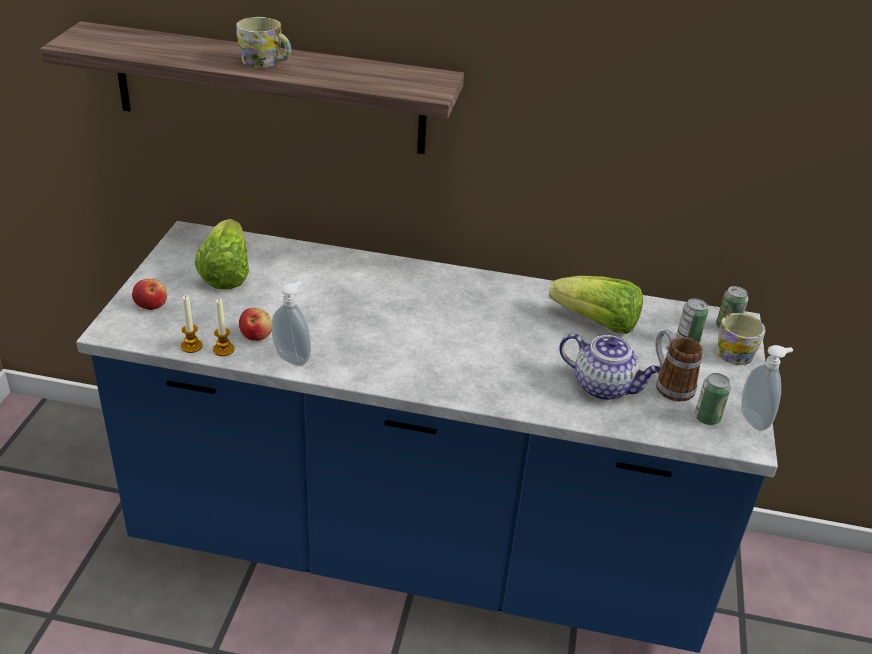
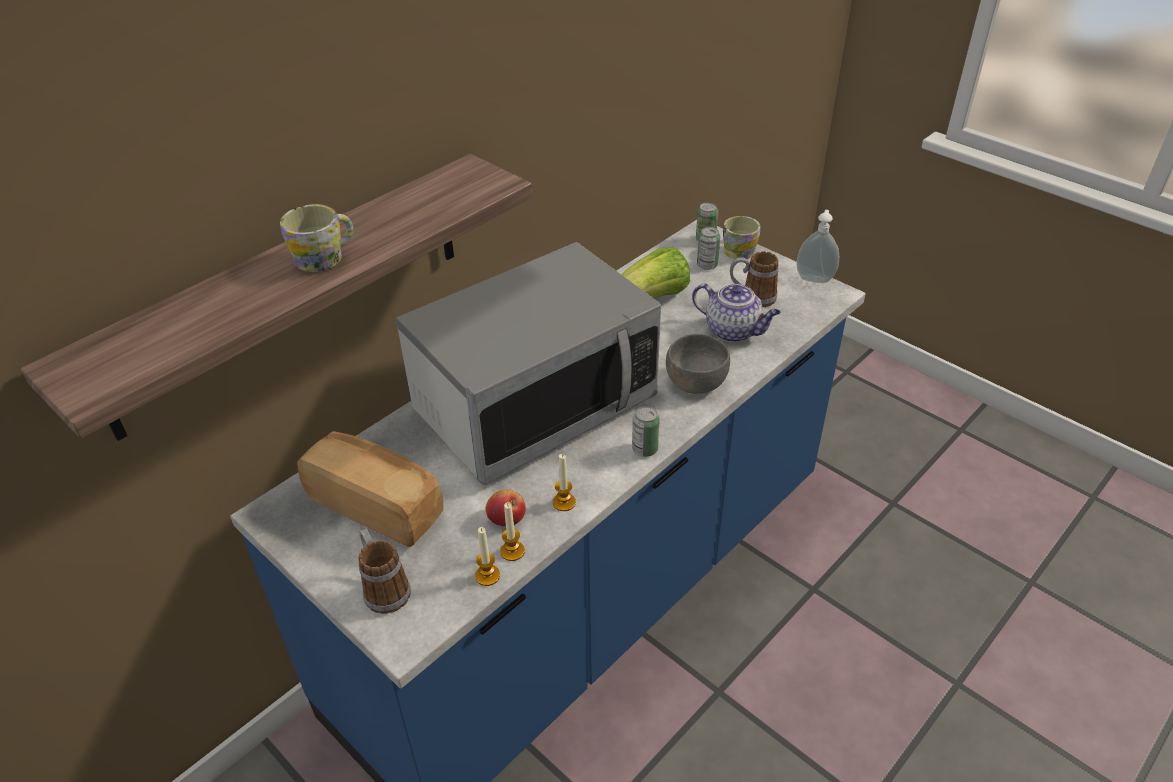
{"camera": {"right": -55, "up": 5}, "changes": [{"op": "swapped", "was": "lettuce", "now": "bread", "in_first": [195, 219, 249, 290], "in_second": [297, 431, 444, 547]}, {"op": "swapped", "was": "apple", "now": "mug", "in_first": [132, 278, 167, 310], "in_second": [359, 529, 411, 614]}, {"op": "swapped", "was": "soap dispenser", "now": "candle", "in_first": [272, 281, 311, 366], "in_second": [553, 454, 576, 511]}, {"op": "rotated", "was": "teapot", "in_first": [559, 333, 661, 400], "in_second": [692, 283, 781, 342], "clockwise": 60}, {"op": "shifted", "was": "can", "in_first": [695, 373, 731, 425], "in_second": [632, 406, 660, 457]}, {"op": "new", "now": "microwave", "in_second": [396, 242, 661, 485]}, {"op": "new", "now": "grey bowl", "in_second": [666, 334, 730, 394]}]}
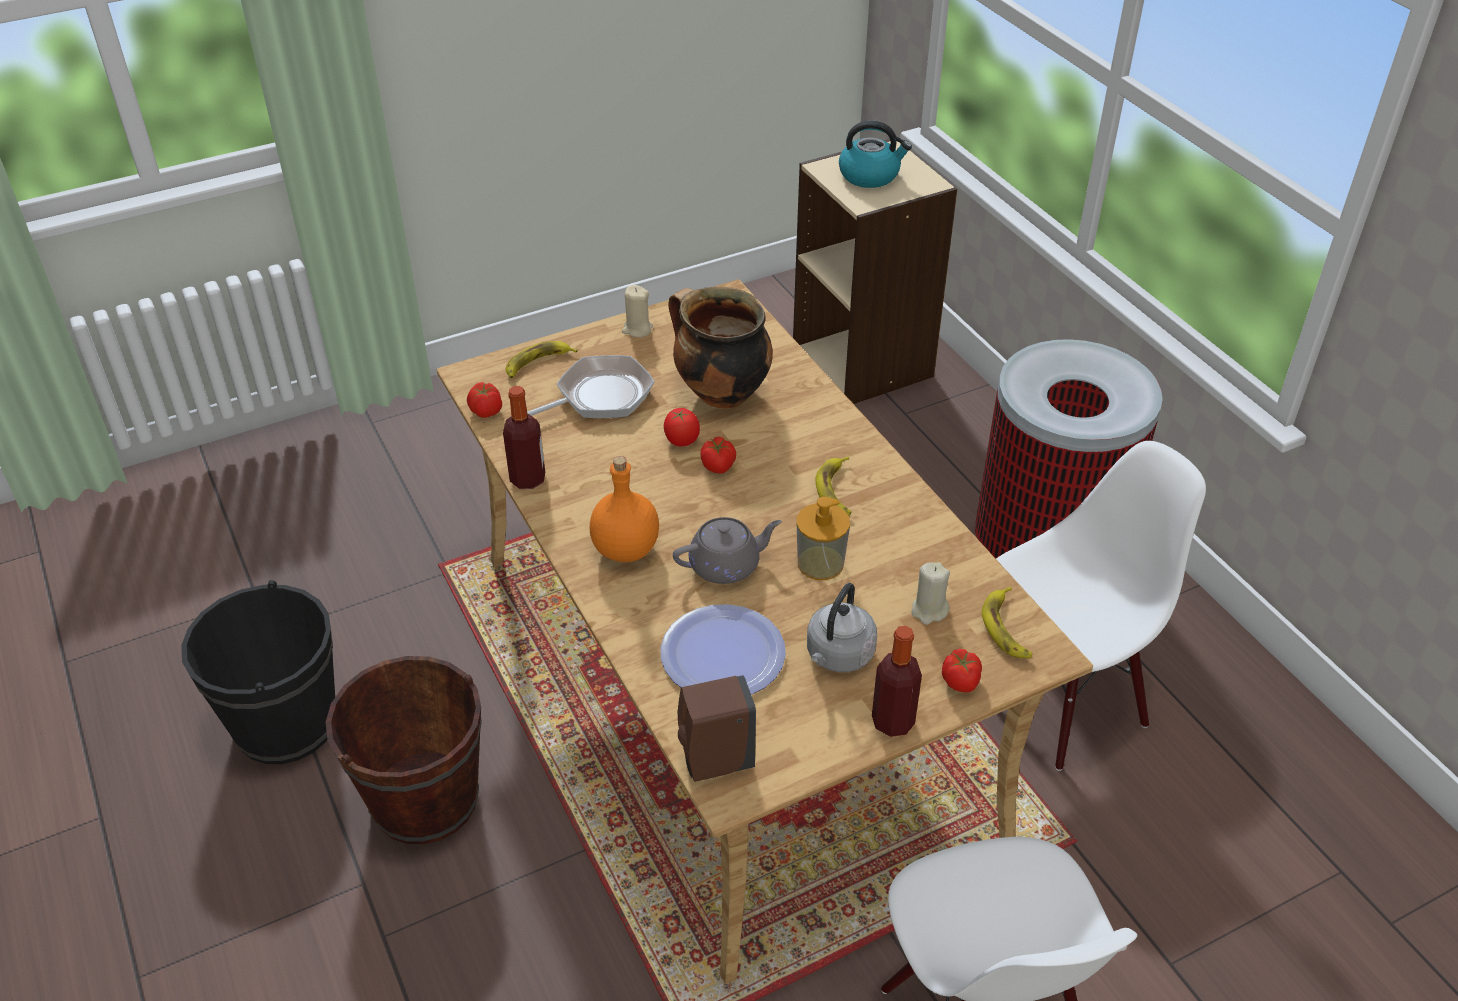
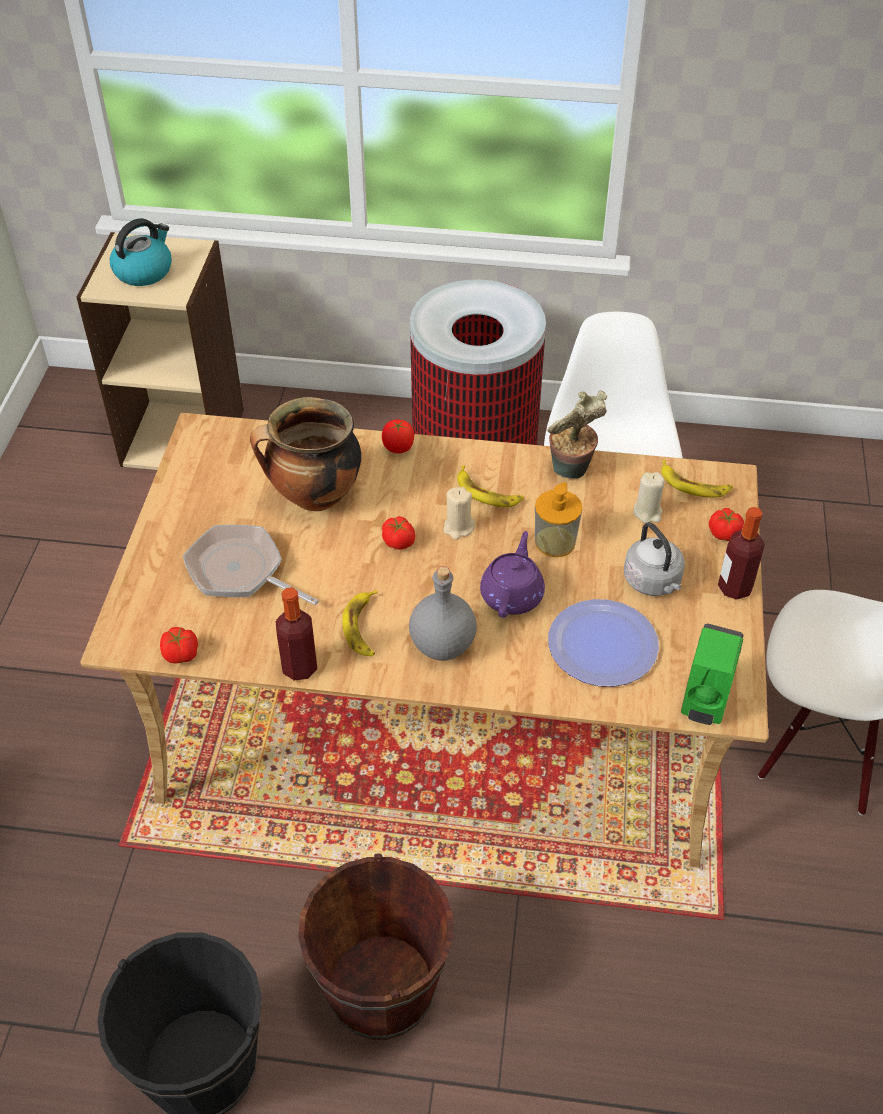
{"camera": {"right": -55, "up": 5}, "changes": [{"op": "shifted", "was": "beige candle", "in_first": [622, 285, 653, 337], "in_second": [444, 487, 475, 540]}, {"op": "shifted", "was": "banana", "in_first": [505, 341, 578, 378], "in_second": [342, 590, 378, 656]}, {"op": "rotated", "was": "frying pan", "in_first": [527, 355, 655, 418], "in_second": [183, 525, 319, 605], "clockwise": -60}, {"op": "shifted", "was": "tomato", "in_first": [664, 408, 700, 447], "in_second": [382, 419, 414, 453]}, {"op": "repainted", "was": "orange bottle", "now": "grey bottle", "in_first": [590, 456, 659, 562], "in_second": [409, 566, 477, 661]}, {"op": "repainted", "was": "grey teapot", "now": "purple teapot", "in_first": [673, 517, 782, 584], "in_second": [480, 531, 545, 618]}, {"op": "repainted", "was": "brown soap dispenser", "now": "green soap dispenser", "in_first": [678, 675, 756, 782], "in_second": [681, 624, 744, 725]}, {"op": "new", "now": "potted plant", "in_second": [547, 390, 607, 479]}]}
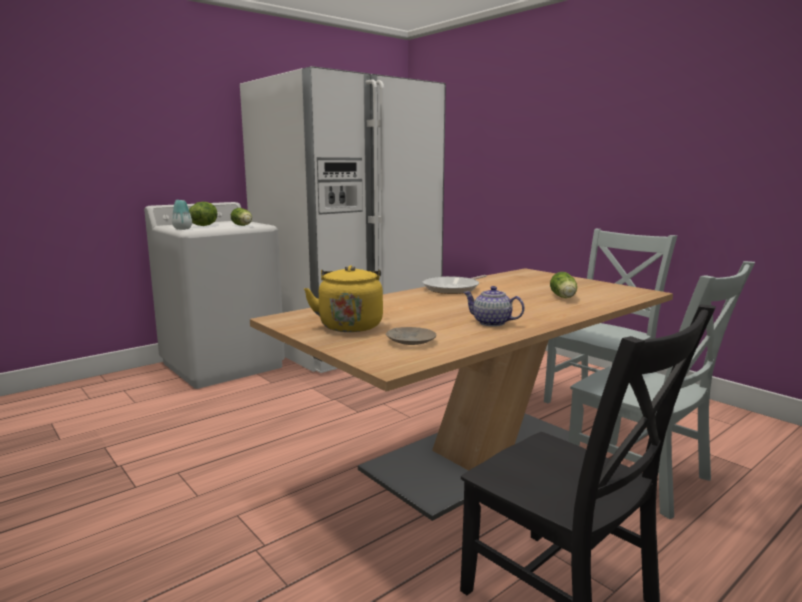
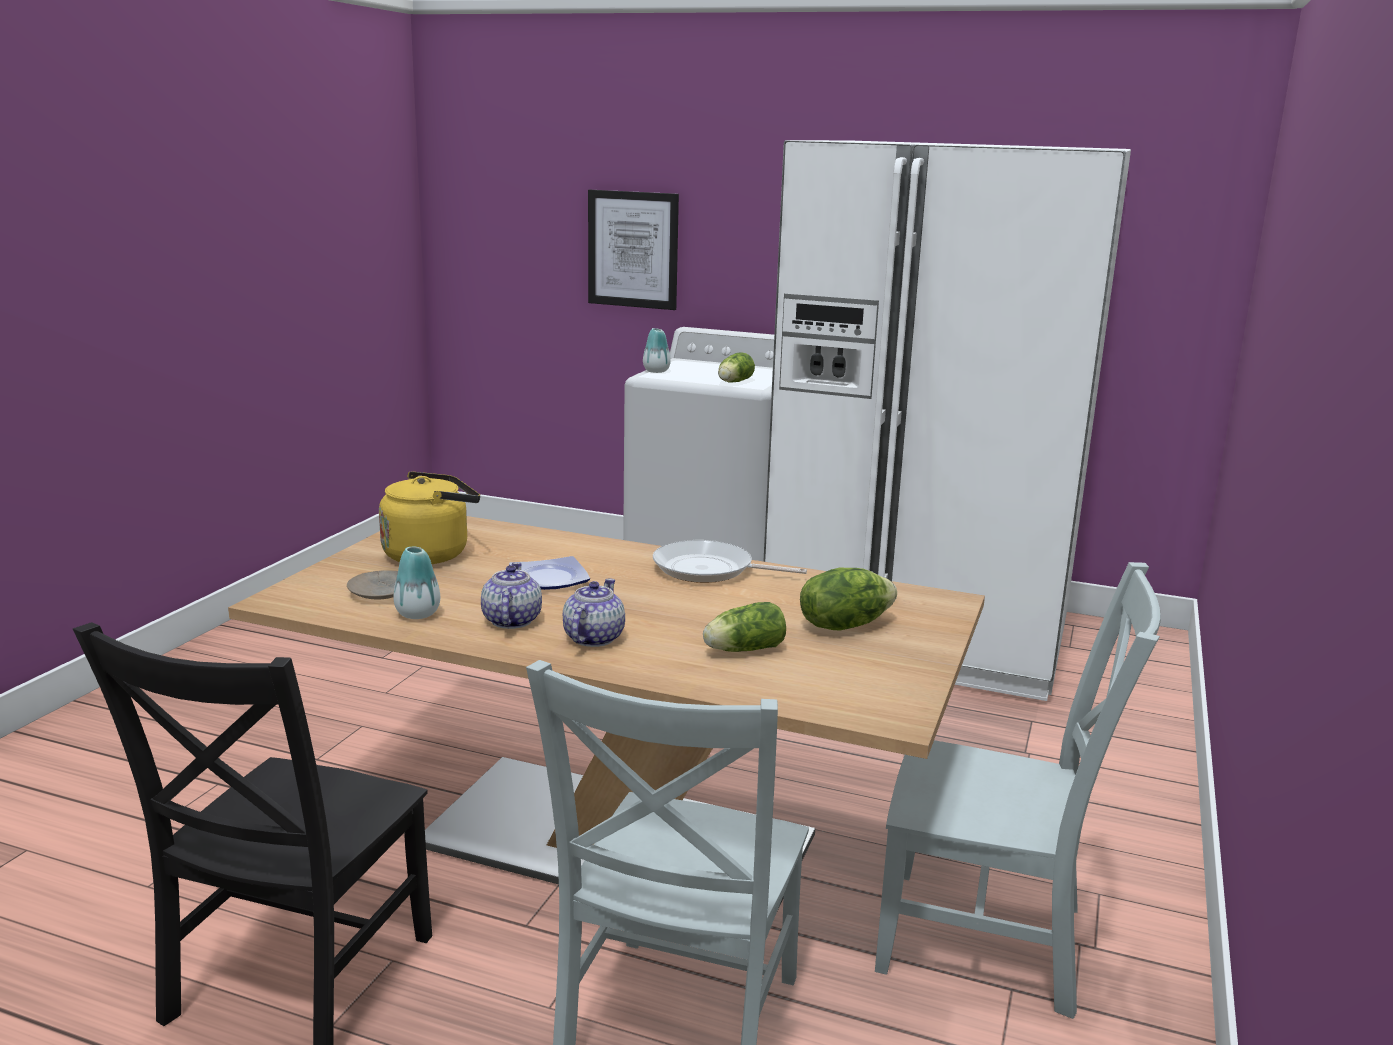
{"camera": {"right": 60, "up": 5}, "changes": [{"op": "shifted", "was": "lettuce", "in_first": [189, 202, 218, 226], "in_second": [800, 568, 897, 631]}, {"op": "new", "now": "picture", "in_second": [588, 190, 679, 310]}, {"op": "new", "now": "vase", "in_second": [393, 547, 440, 619]}, {"op": "new", "now": "plate", "in_second": [509, 556, 590, 590]}, {"op": "new", "now": "teapot", "in_second": [563, 578, 625, 647]}]}
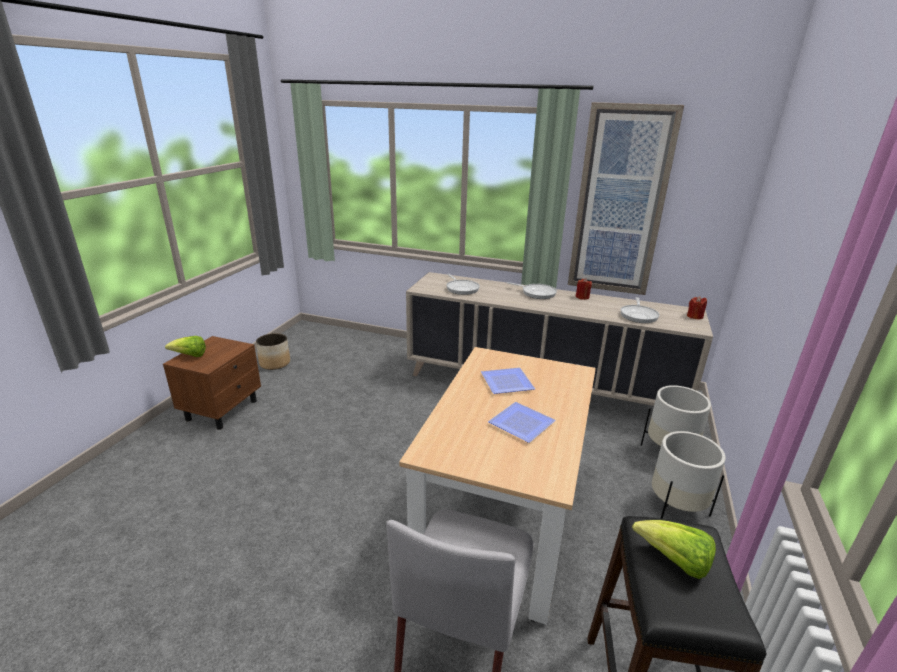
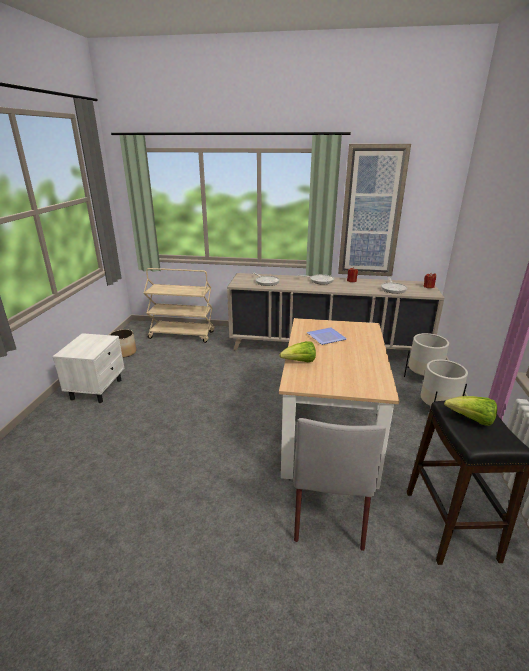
{"camera": {"right": -10, "up": 0}, "changes": [{"op": "repainted", "was": "brown nightstand", "now": "white nightstand", "in_first": [163, 336, 261, 430], "in_second": [53, 333, 125, 403]}, {"op": "shifted", "was": "lettuce", "in_first": [165, 336, 206, 357], "in_second": [279, 341, 316, 362]}, {"op": "gone", "was": "plate", "in_first": [488, 402, 556, 443]}, {"op": "new", "now": "beige cart", "in_second": [144, 268, 215, 343]}]}
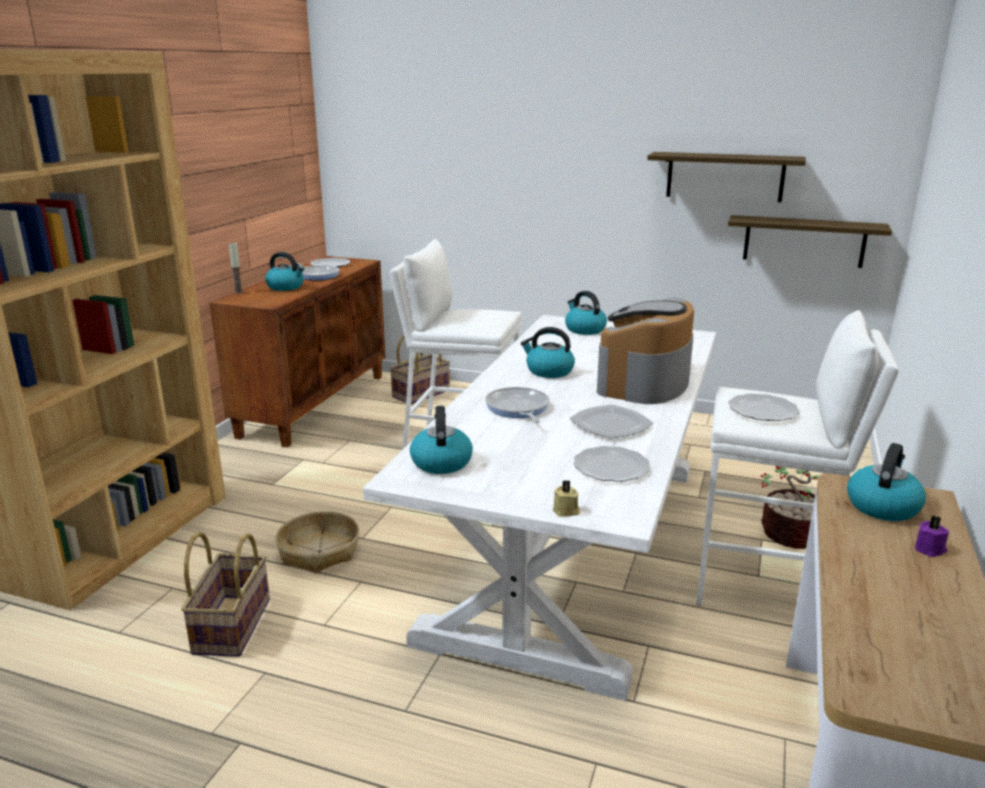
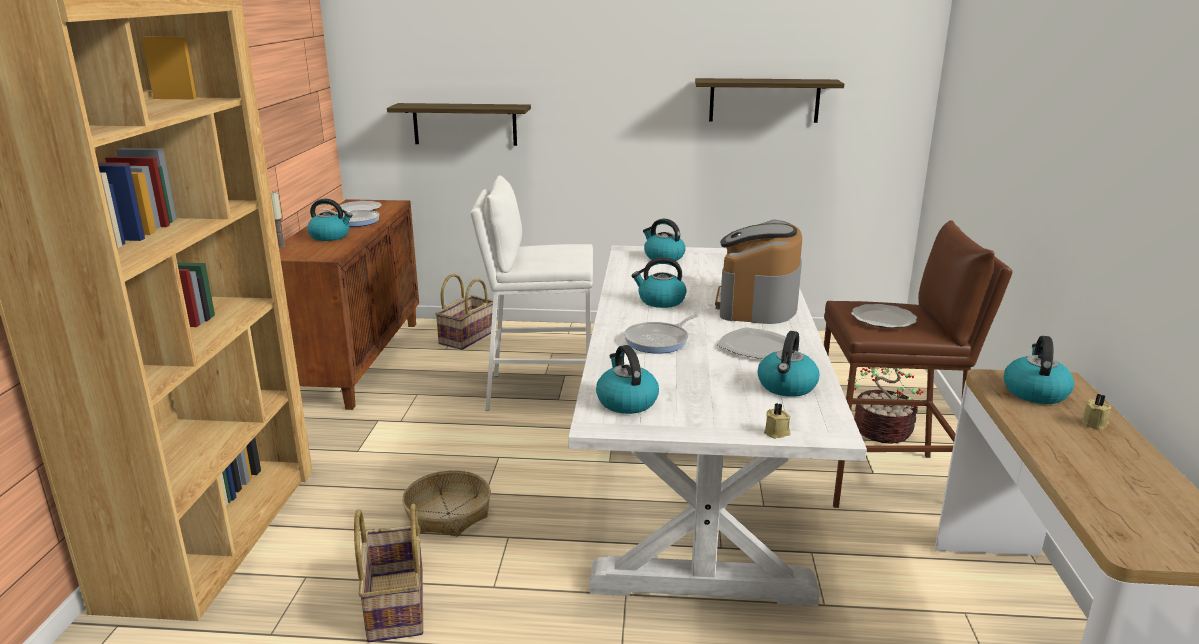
{"camera": {"right": -15, "up": 0}, "changes": [{"op": "shifted", "was": "shelf", "in_first": [728, 215, 892, 268], "in_second": [387, 103, 531, 146]}, {"op": "repainted", "was": "white stool", "now": "brown stool", "in_first": [696, 310, 899, 606], "in_second": [824, 220, 1013, 508]}, {"op": "rotated", "was": "frying pan", "in_first": [485, 387, 549, 423], "in_second": [624, 314, 698, 354], "clockwise": -105}, {"op": "swapped", "was": "plate", "now": "kettle", "in_first": [574, 446, 650, 482], "in_second": [757, 331, 819, 397]}, {"op": "repainted", "was": "purple candle", "now": "beige candle", "in_first": [915, 516, 949, 557], "in_second": [1082, 394, 1111, 430]}]}
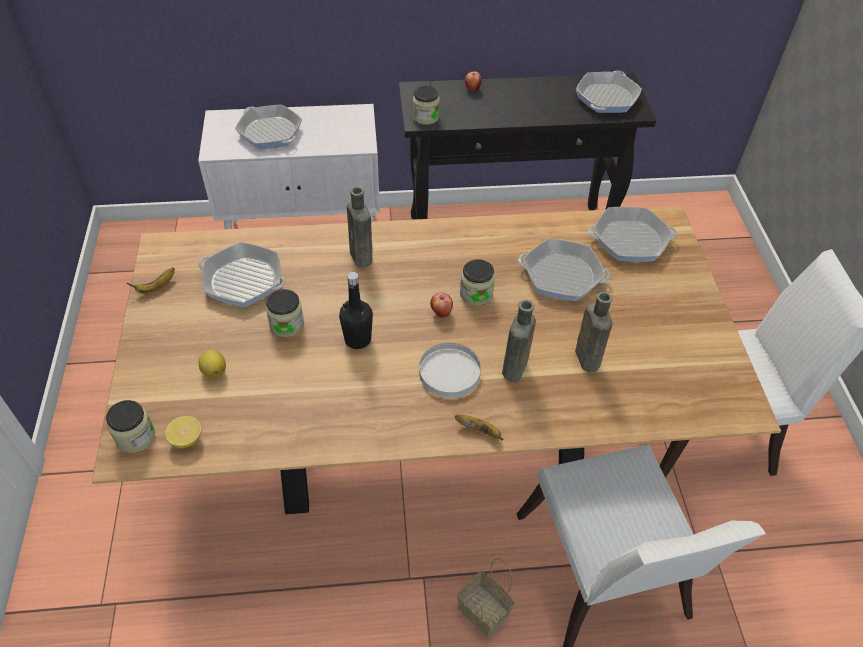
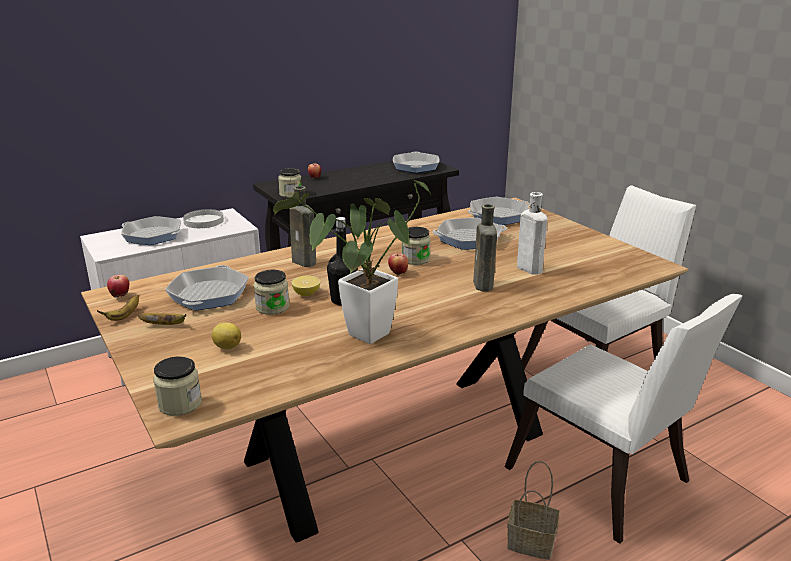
{"camera": {"right": -25, "up": -25}, "changes": [{"op": "rotated", "was": "frying pan", "in_first": [198, 242, 286, 307], "in_second": [165, 265, 249, 311], "clockwise": 105}, {"op": "repainted", "was": "brown bottle", "now": "white bottle", "in_first": [575, 292, 612, 373], "in_second": [517, 192, 547, 275]}, {"op": "shifted", "was": "white plate", "in_first": [419, 343, 481, 398], "in_second": [183, 209, 224, 228]}, {"op": "shifted", "was": "banana", "in_first": [455, 414, 503, 440], "in_second": [138, 313, 186, 325]}, {"op": "shifted", "was": "lemon", "in_first": [165, 416, 201, 448], "in_second": [291, 276, 320, 296]}, {"op": "new", "now": "potted plant", "in_second": [273, 176, 431, 344]}, {"op": "new", "now": "apple", "in_second": [107, 275, 129, 298]}]}
